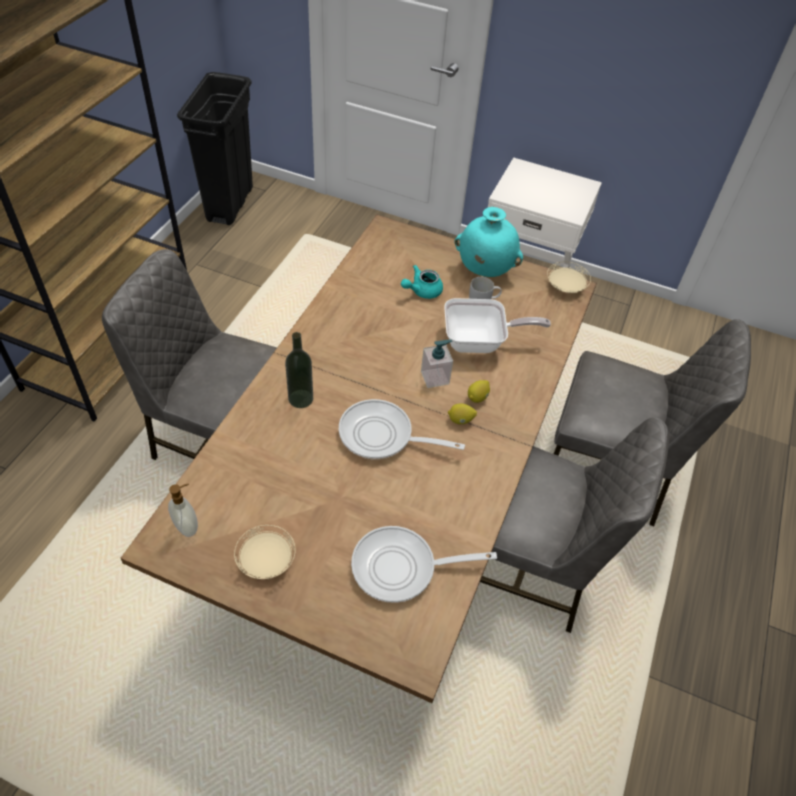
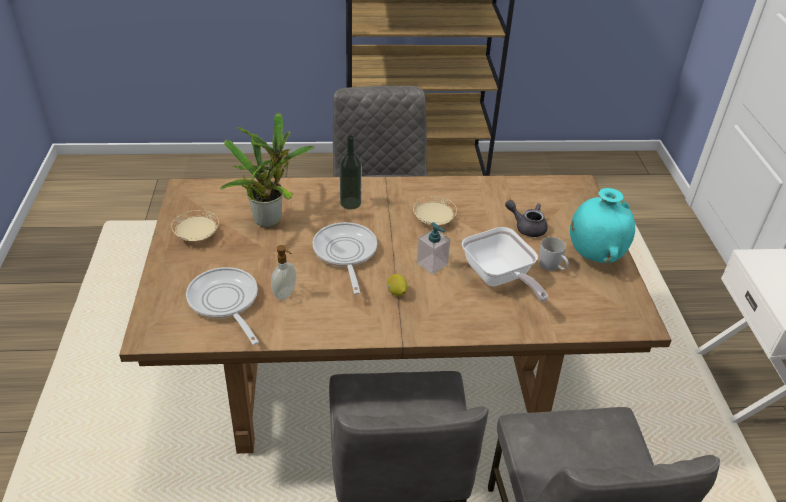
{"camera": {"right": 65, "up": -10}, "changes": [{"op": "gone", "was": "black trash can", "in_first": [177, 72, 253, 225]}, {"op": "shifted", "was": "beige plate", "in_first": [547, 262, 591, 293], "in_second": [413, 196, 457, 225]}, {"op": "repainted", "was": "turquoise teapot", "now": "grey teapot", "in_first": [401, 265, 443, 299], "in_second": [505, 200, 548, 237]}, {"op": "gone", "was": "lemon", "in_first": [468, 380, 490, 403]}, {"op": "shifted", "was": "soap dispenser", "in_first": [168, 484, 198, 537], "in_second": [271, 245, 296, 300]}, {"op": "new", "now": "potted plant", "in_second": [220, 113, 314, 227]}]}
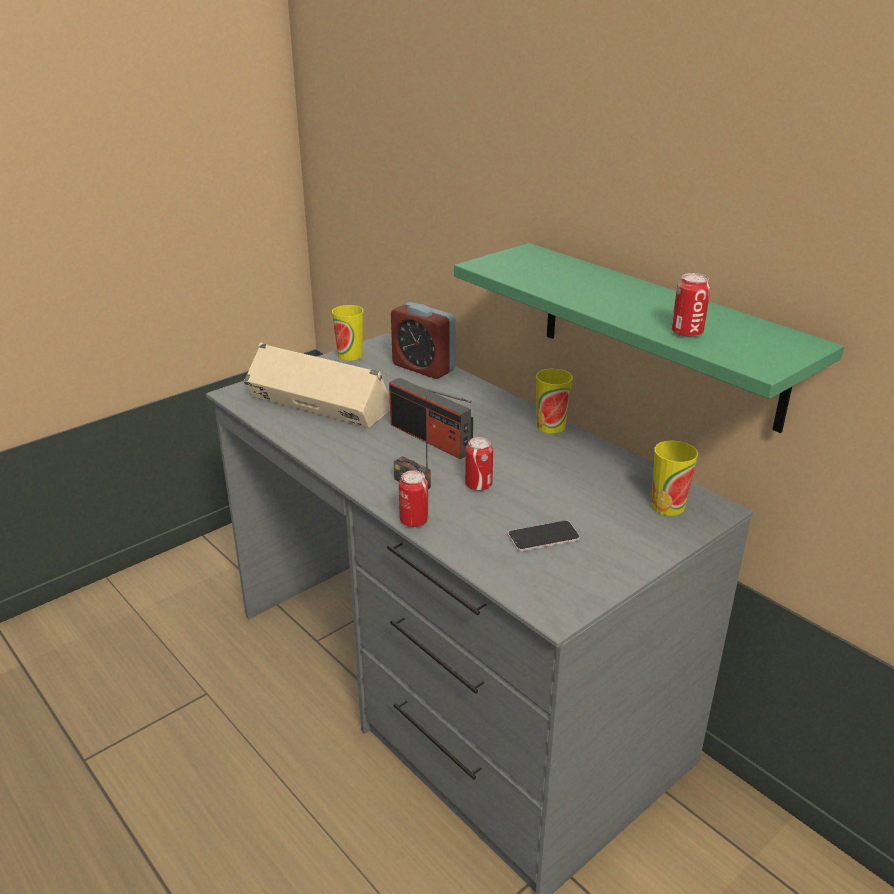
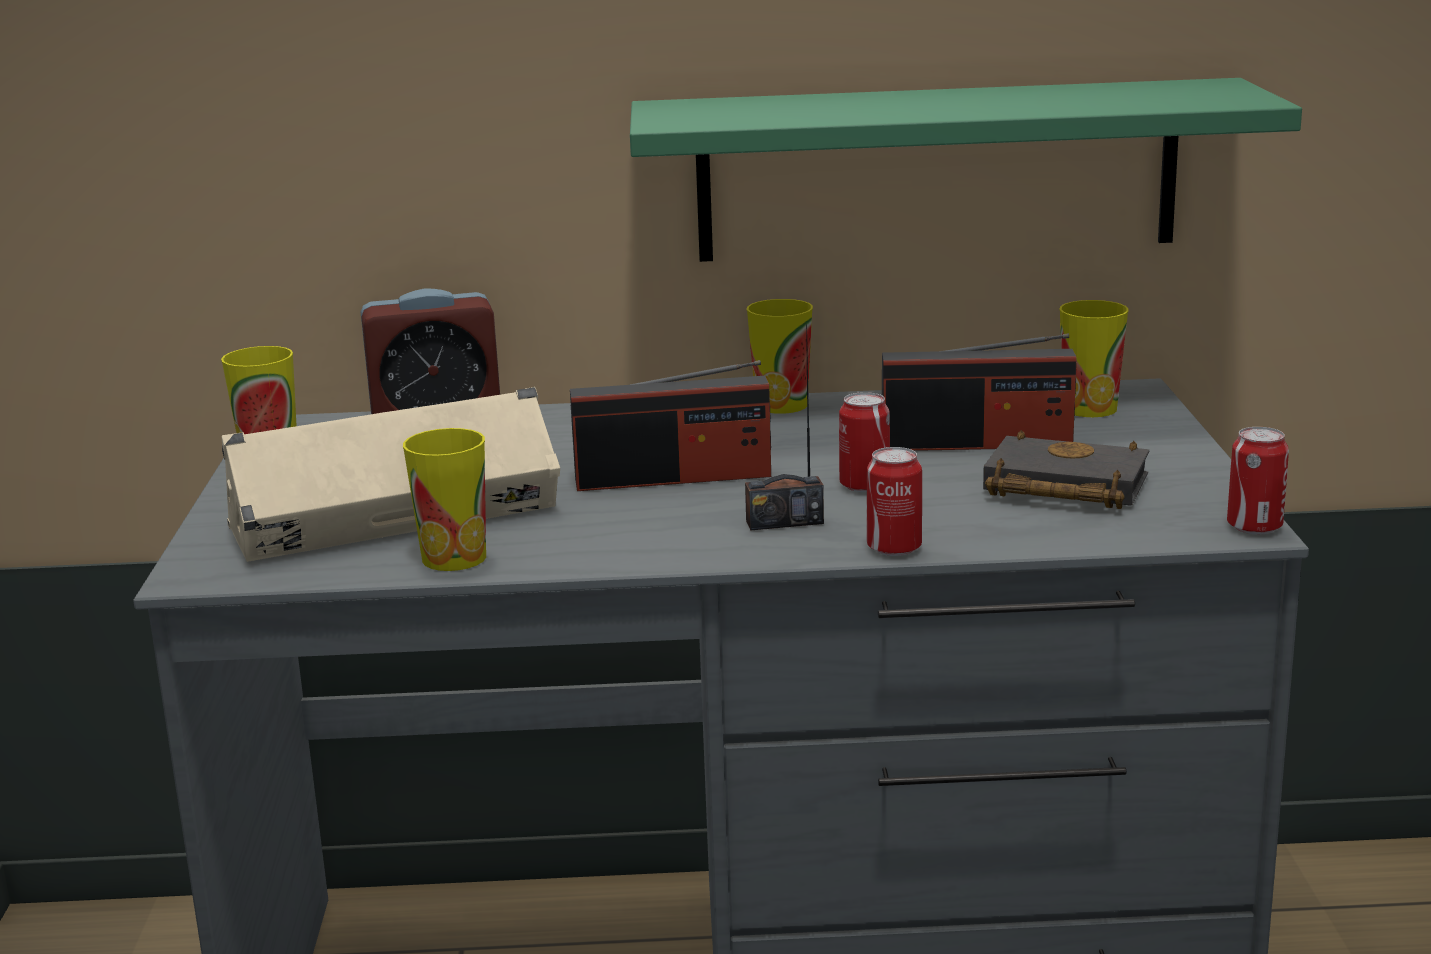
{"camera": {"right": -50, "up": -10}, "changes": [{"op": "shifted", "was": "can", "in_first": [671, 273, 710, 338], "in_second": [1227, 427, 1289, 535]}, {"op": "swapped", "was": "phone", "now": "black book", "in_first": [508, 520, 580, 551], "in_second": [983, 430, 1150, 509]}, {"op": "new", "now": "radio", "in_second": [882, 333, 1076, 451]}, {"op": "new", "now": "cup", "in_second": [403, 428, 486, 571]}]}
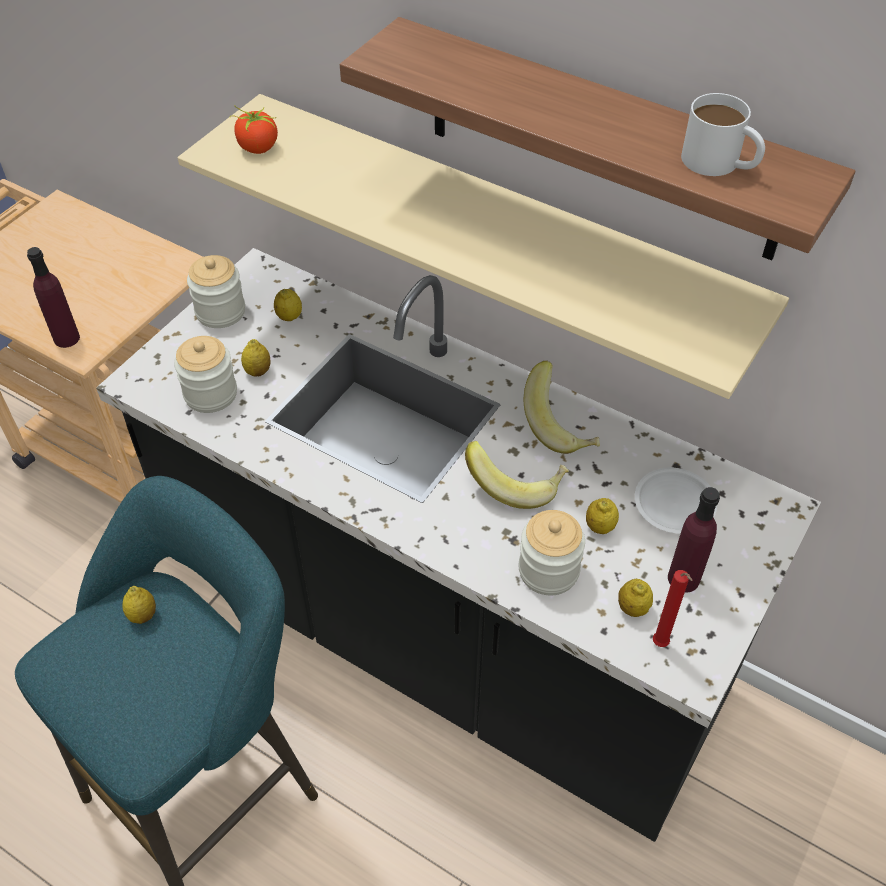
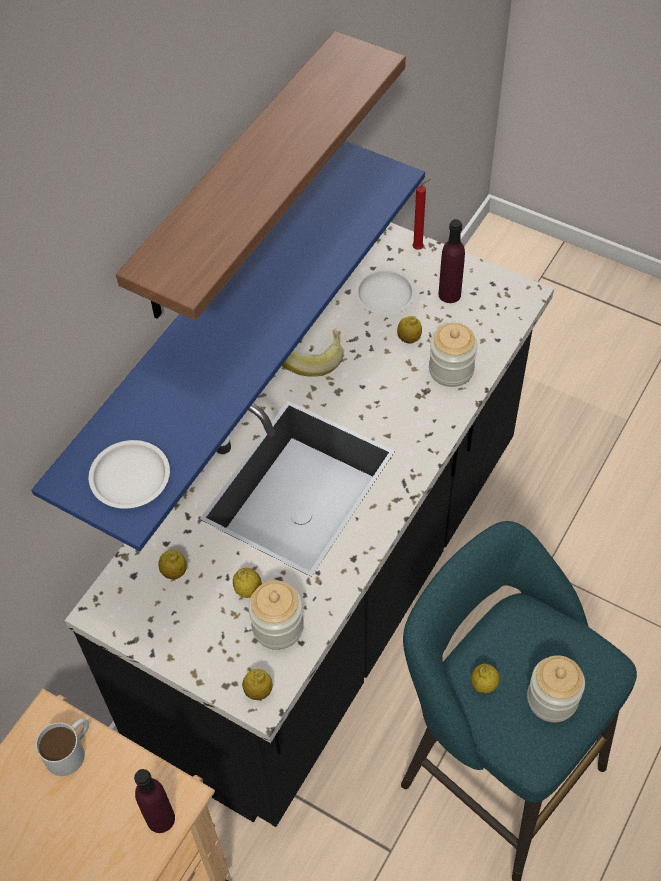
{"camera": {"right": -90, "up": 5}, "changes": [{"op": "shifted", "was": "white mug", "in_first": [681, 93, 765, 176], "in_second": [36, 718, 89, 776]}, {"op": "repainted", "was": "beige shelf", "now": "blue shelf", "in_first": [178, 94, 789, 399], "in_second": [31, 141, 425, 551]}, {"op": "swapped", "was": "tomato", "now": "white plate", "in_first": [229, 106, 278, 154], "in_second": [89, 440, 170, 509]}, {"op": "shifted", "was": "jar", "in_first": [187, 255, 245, 328], "in_second": [527, 655, 585, 722]}, {"op": "gone", "was": "banana", "in_first": [465, 441, 569, 509]}, {"op": "shifted", "was": "red candle", "in_first": [653, 570, 692, 647], "in_second": [412, 179, 431, 250]}, {"op": "shifted", "was": "lemon", "in_first": [618, 579, 653, 617], "in_second": [242, 669, 273, 700]}]}
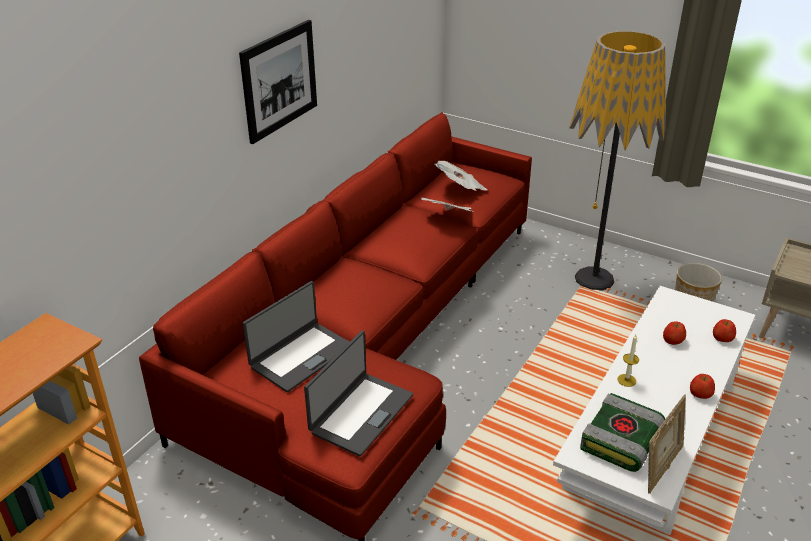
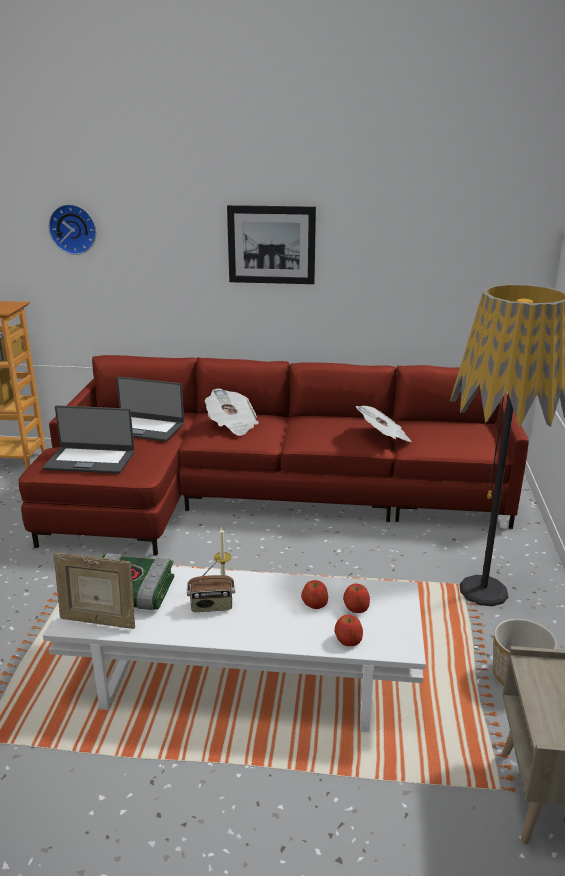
{"camera": {"right": 65, "up": -10}, "changes": [{"op": "shifted", "was": "newspaper", "in_first": [434, 161, 488, 191], "in_second": [205, 389, 259, 436]}, {"op": "shifted", "was": "apple", "in_first": [690, 374, 715, 399], "in_second": [343, 584, 370, 613]}, {"op": "new", "now": "wall clock", "in_second": [48, 204, 97, 255]}, {"op": "new", "now": "radio", "in_second": [187, 561, 235, 612]}]}
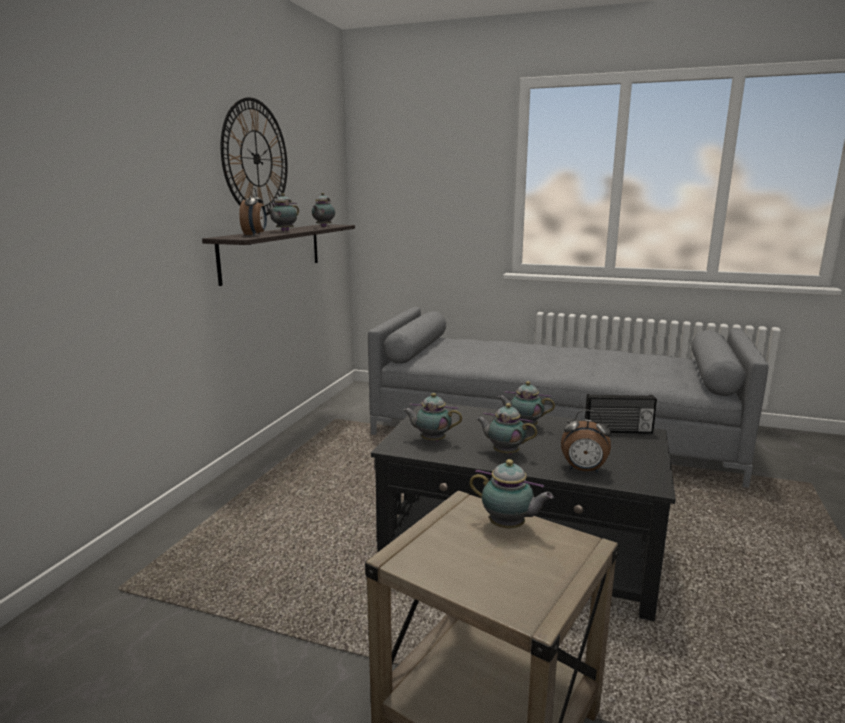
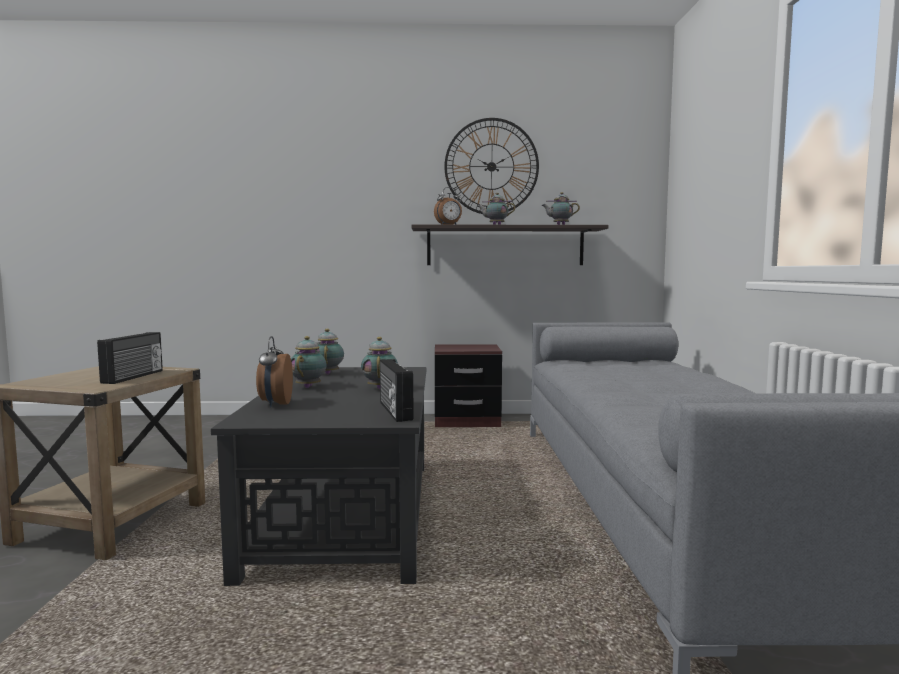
{"camera": {"right": 70, "up": -10}, "changes": [{"op": "swapped", "was": "teapot", "now": "radio", "in_first": [469, 459, 554, 528], "in_second": [97, 332, 163, 384]}, {"op": "new", "now": "brown nightstand", "in_second": [435, 344, 502, 427]}]}
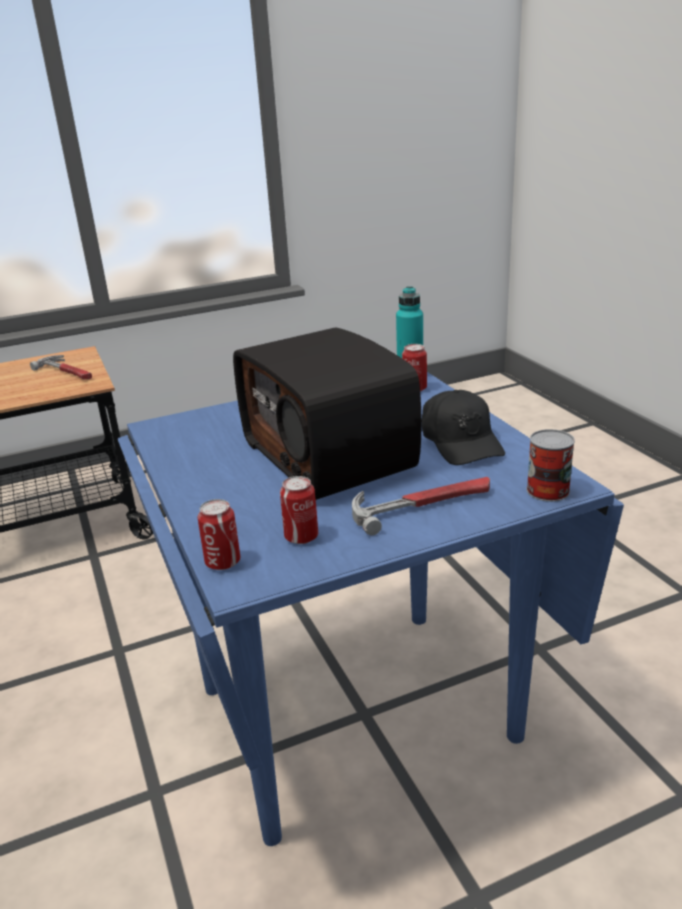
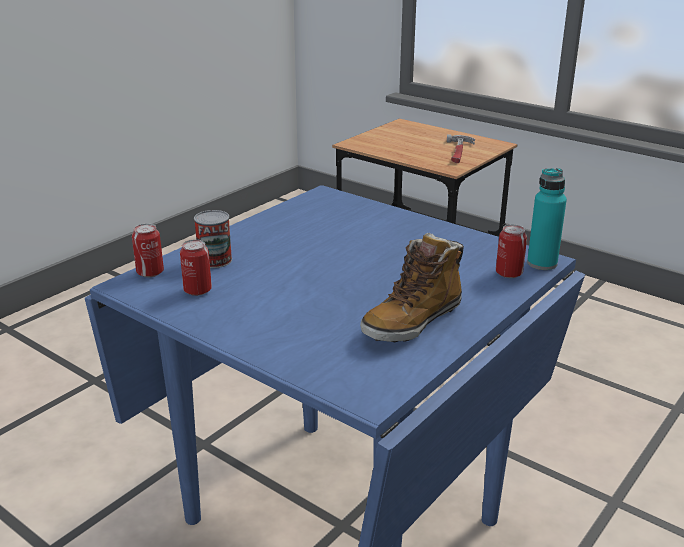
{"camera": {"right": 60, "up": 0}, "changes": [{"op": "gone", "was": "radio", "in_first": [233, 328, 422, 500]}, {"op": "swapped", "was": "black cap", "now": "boot", "in_first": [422, 390, 505, 465], "in_second": [360, 233, 464, 342]}, {"op": "shifted", "was": "can", "in_first": [527, 429, 575, 502], "in_second": [194, 210, 232, 268]}, {"op": "gone", "was": "hammer", "in_first": [352, 477, 490, 536]}]}
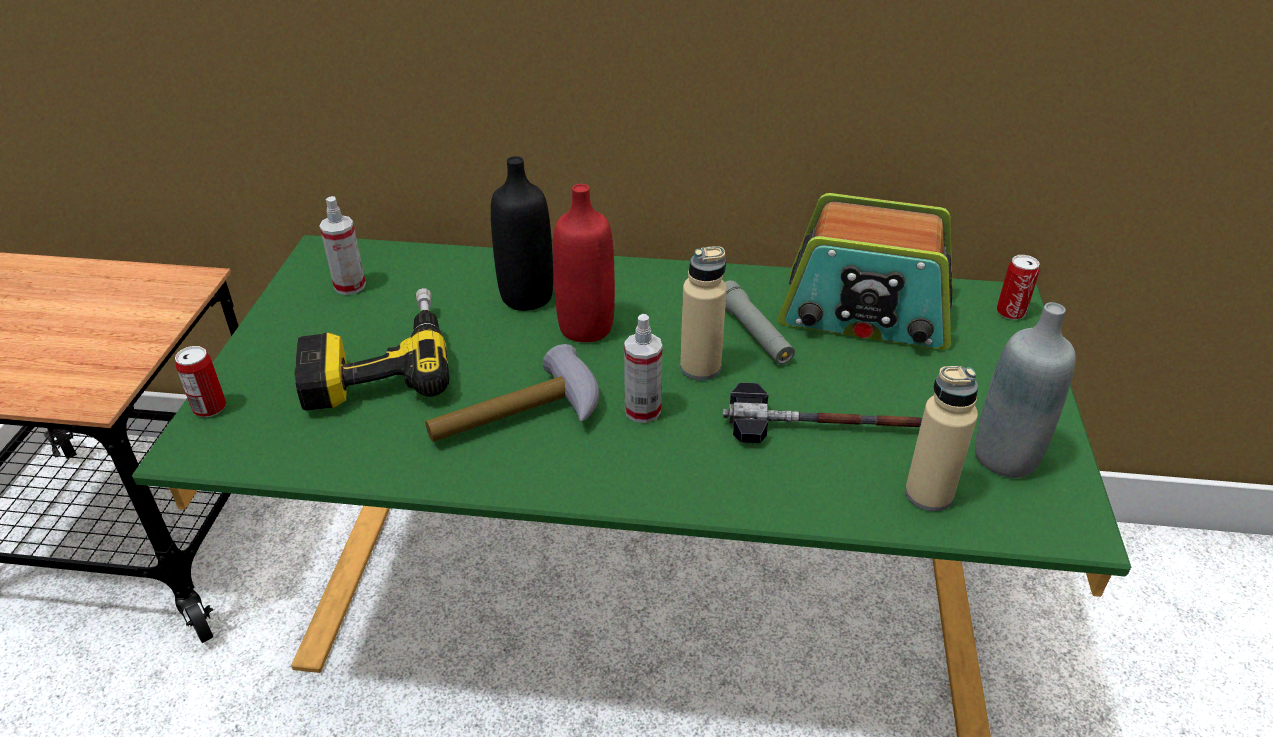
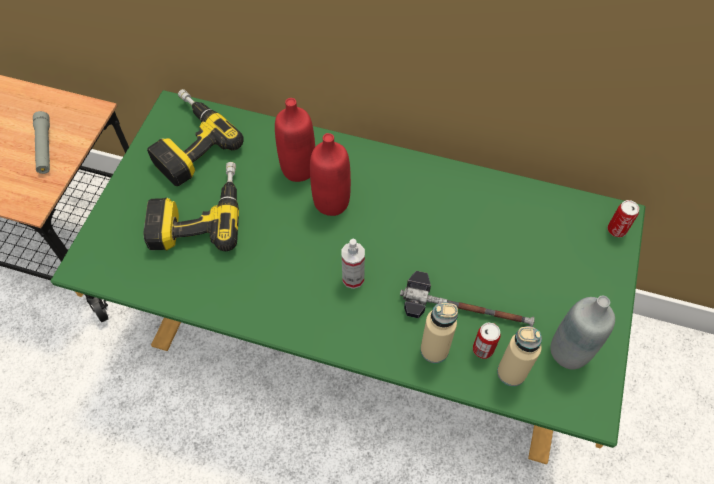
{"camera": {"right": 10, "up": 20}, "changes": [{"op": "repainted", "was": "black bottle", "now": "red bottle", "in_first": [491, 156, 553, 311], "in_second": [275, 98, 315, 182]}, {"op": "gone", "was": "radio", "in_first": [778, 193, 953, 350]}, {"op": "swapped", "was": "spray bottle", "now": "power drill", "in_first": [320, 196, 366, 295], "in_second": [147, 89, 244, 186]}, {"op": "shifted", "was": "beige bottle", "in_first": [680, 246, 727, 381], "in_second": [420, 302, 458, 363]}, {"op": "shifted", "was": "grey flashlight", "in_first": [725, 280, 795, 365], "in_second": [33, 111, 50, 174]}, {"op": "gone", "was": "hammer", "in_first": [425, 344, 599, 442]}, {"op": "shifted", "was": "can", "in_first": [175, 346, 226, 417], "in_second": [473, 322, 501, 359]}]}
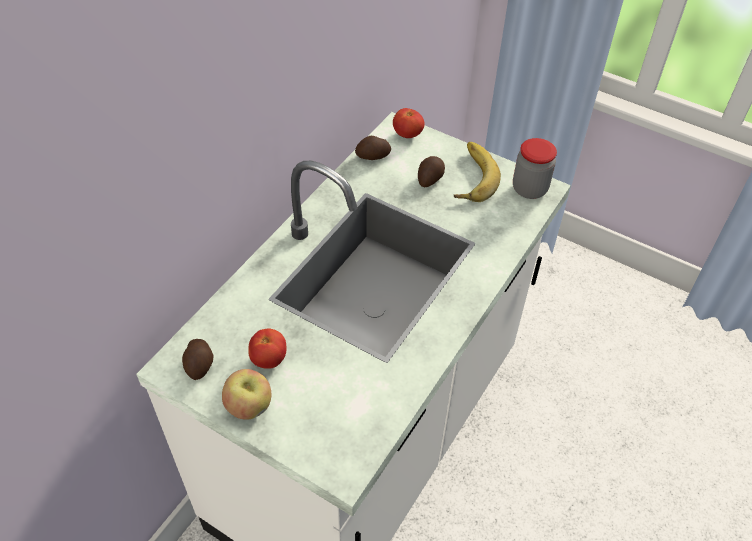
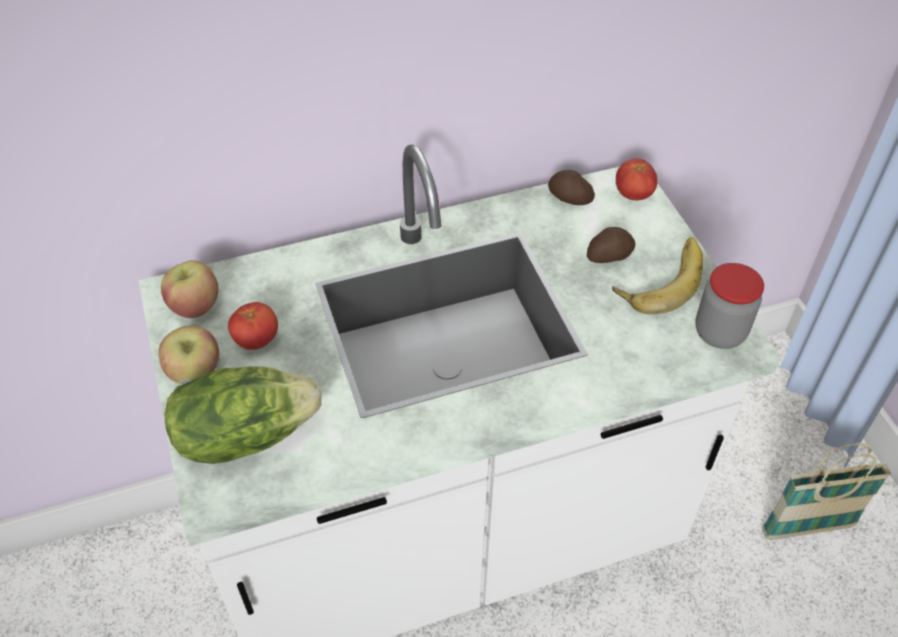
{"camera": {"right": 40, "up": 0}, "changes": [{"op": "swapped", "was": "potato", "now": "apple", "in_first": [182, 339, 214, 380], "in_second": [161, 260, 219, 318]}, {"op": "new", "now": "lettuce", "in_second": [165, 366, 322, 464]}, {"op": "new", "now": "basket", "in_second": [762, 443, 891, 540]}]}
